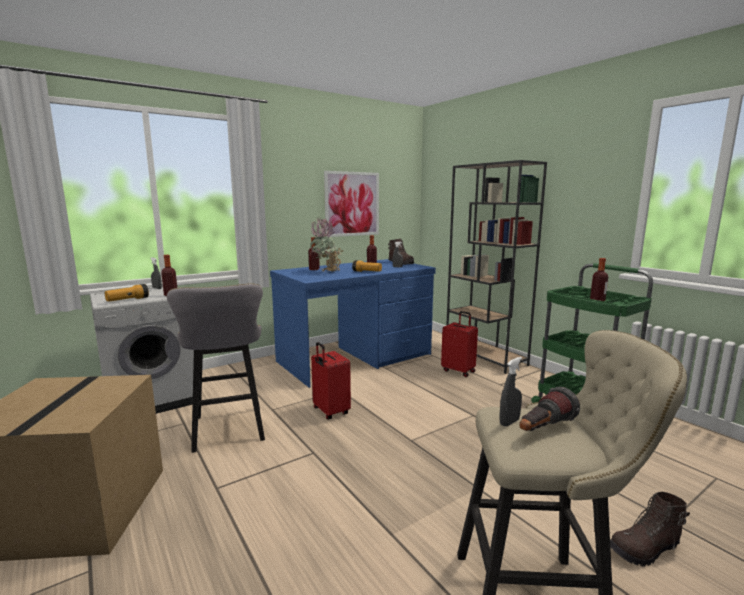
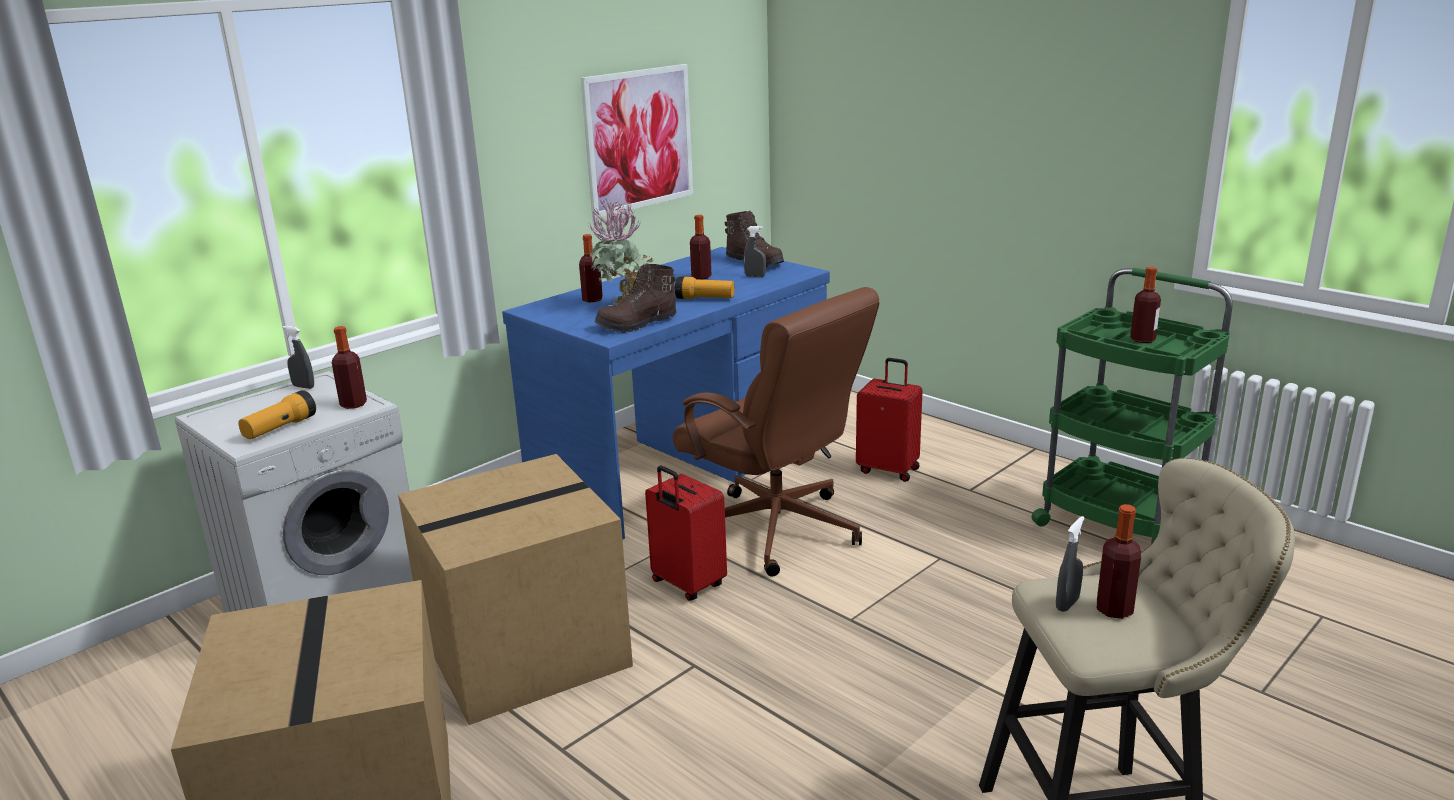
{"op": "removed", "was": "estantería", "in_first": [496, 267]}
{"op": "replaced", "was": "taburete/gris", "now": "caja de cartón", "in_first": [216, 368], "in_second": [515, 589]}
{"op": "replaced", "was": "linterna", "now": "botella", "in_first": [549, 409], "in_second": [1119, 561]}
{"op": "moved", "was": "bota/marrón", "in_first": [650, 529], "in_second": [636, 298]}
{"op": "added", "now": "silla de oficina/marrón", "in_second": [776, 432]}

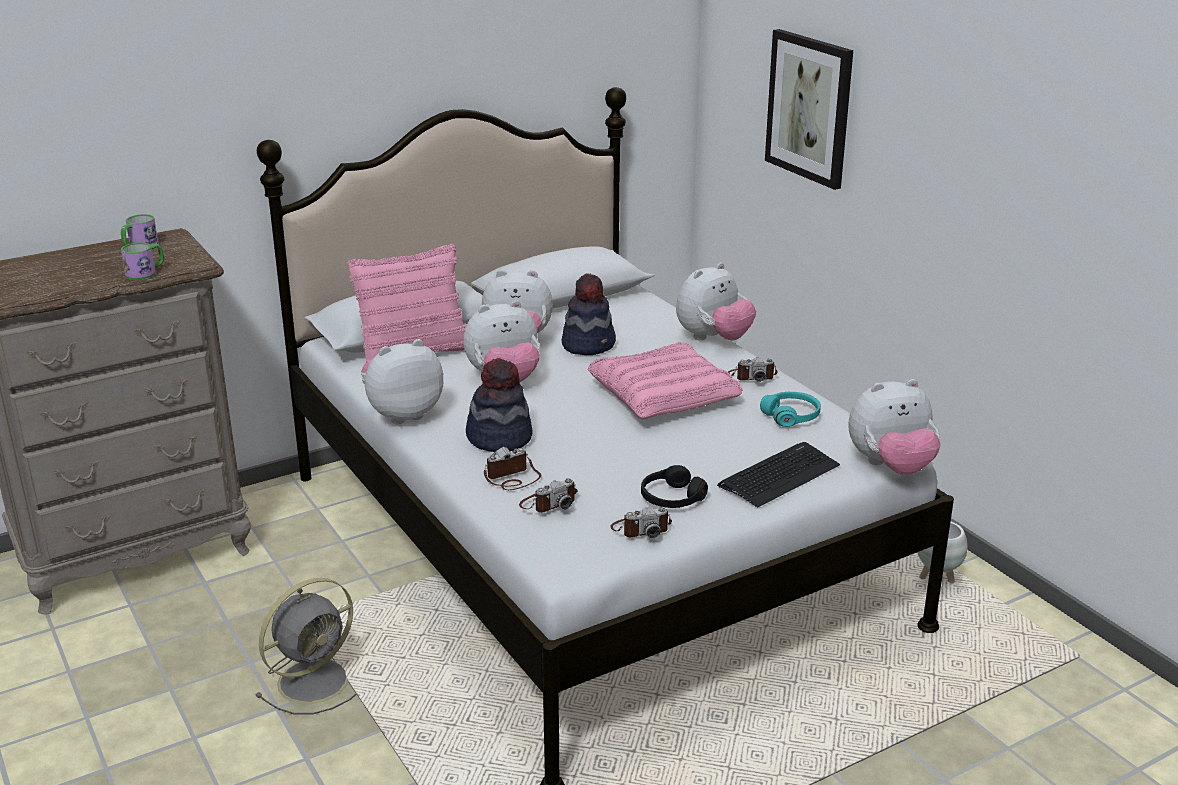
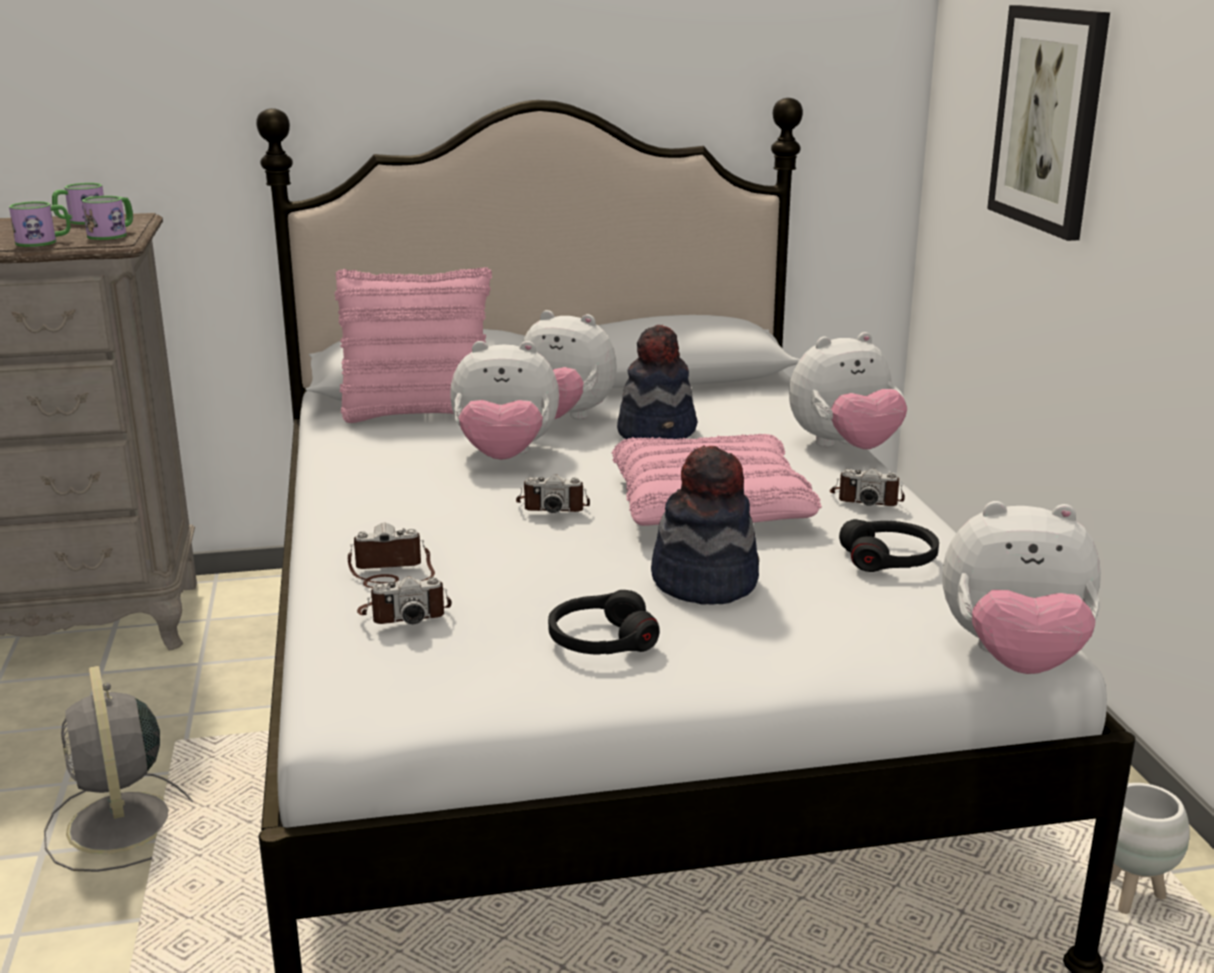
{"op": "removed", "was": "peluche", "in_first": [402, 381]}
{"op": "moved", "was": "sombrero", "in_first": [499, 405], "in_second": [705, 525]}
{"op": "recoloured", "was": "auriculares/turquesa", "now": "auriculares/negro", "in_first": [790, 409], "in_second": [889, 545]}
{"op": "removed", "was": "teclado", "in_first": [778, 474]}
{"op": "moved", "was": "cámara", "in_first": [641, 522], "in_second": [553, 494]}
{"op": "turned", "was": "ventilador/gris", "in_first": [306, 646], "in_second": [118, 769], "clockwise": 90}
{"op": "added", "now": "taza grande", "in_second": [107, 218]}

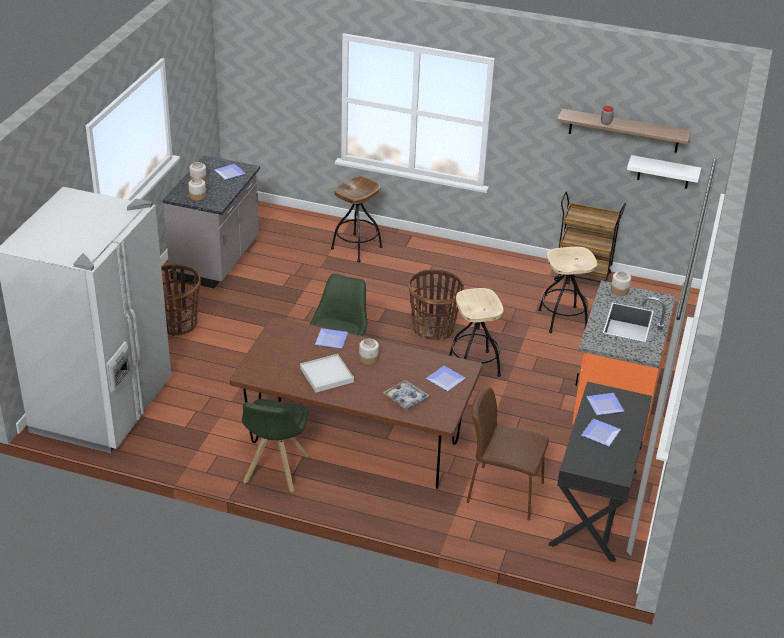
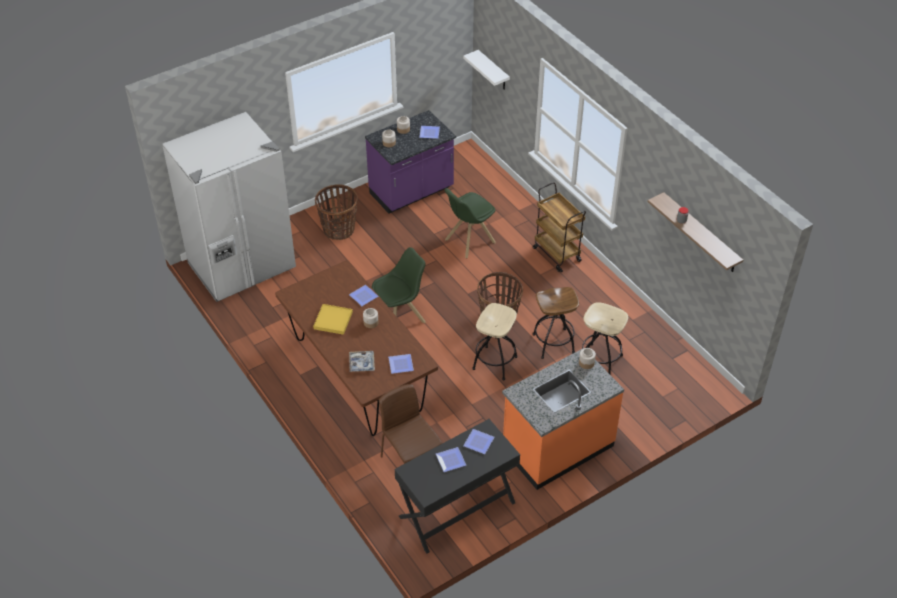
{"op": "recoloured", "was": "mueble bajo de cocina/gris", "now": "mueble bajo de cocina/morado", "in_first": [211, 221], "in_second": [410, 162]}
{"op": "moved", "was": "estante/blanco", "in_first": [664, 172], "in_second": [486, 70]}
{"op": "moved", "was": "taburete/marrón", "in_first": [357, 219], "in_second": [556, 323]}
{"op": "moved", "was": "carrito/marrón", "in_first": [590, 238], "in_second": [559, 227]}
{"op": "recoloured", "was": "bandeja/blanco", "now": "bandeja/amarillo", "in_first": [327, 373], "in_second": [333, 319]}
{"op": "moved", "was": "silla/verde", "in_first": [276, 445], "in_second": [470, 223]}

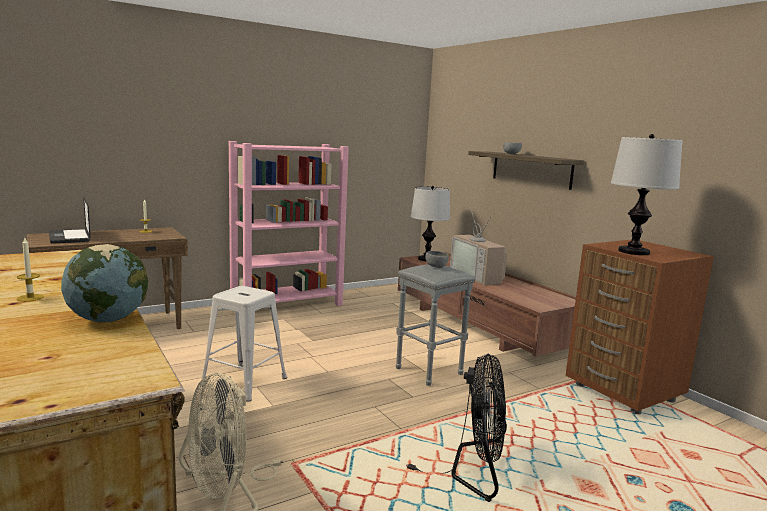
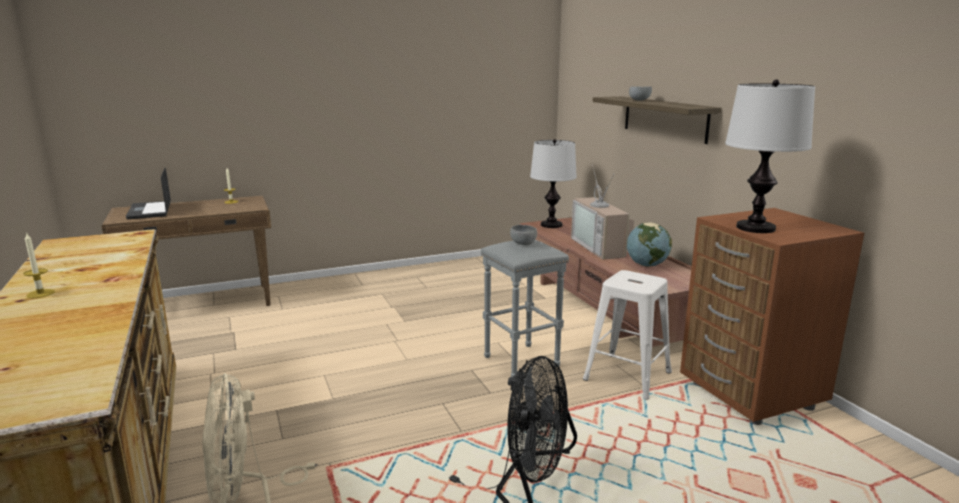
{"op": "removed", "was": "estantería/rosa", "in_first": [289, 223]}
{"op": "moved", "was": "globo terráqueo", "in_first": [104, 283], "in_second": [649, 244]}
{"op": "moved", "was": "taburete/blanco", "in_first": [243, 344], "in_second": [627, 335]}

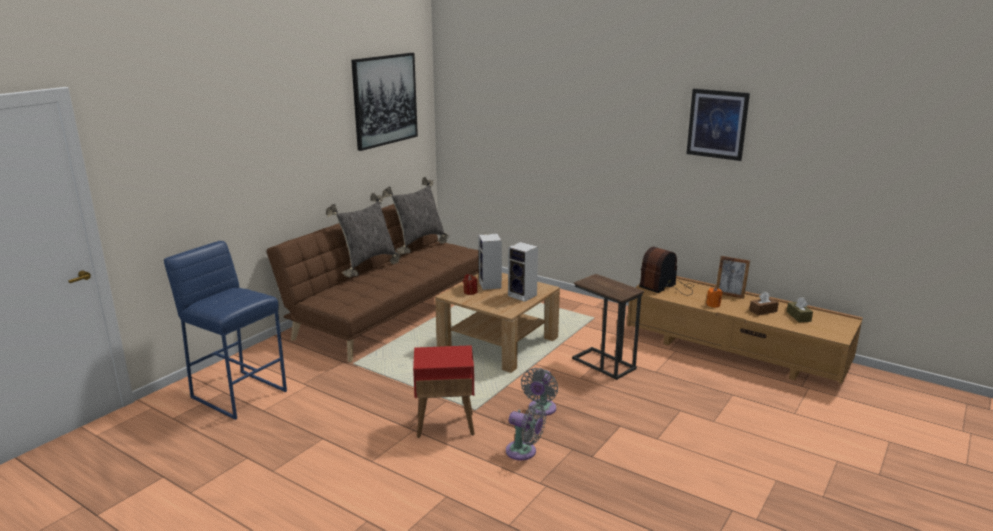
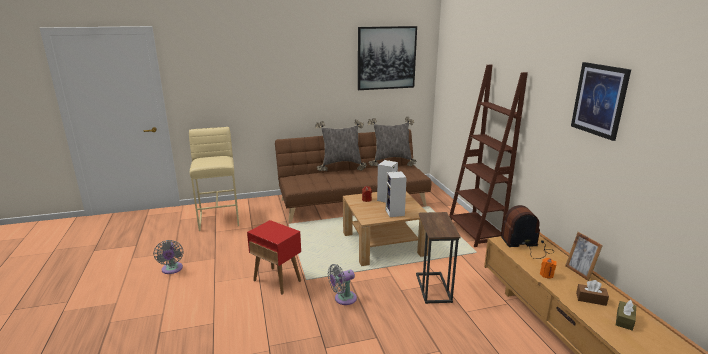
{"op": "recoloured", "was": "taburete/azul", "now": "taburete/beis", "in_first": [225, 330], "in_second": [214, 179]}
{"op": "moved", "was": "ventilador/gris", "in_first": [526, 431], "in_second": [168, 257]}
{"op": "added", "now": "estantería/marrón", "in_second": [488, 156]}

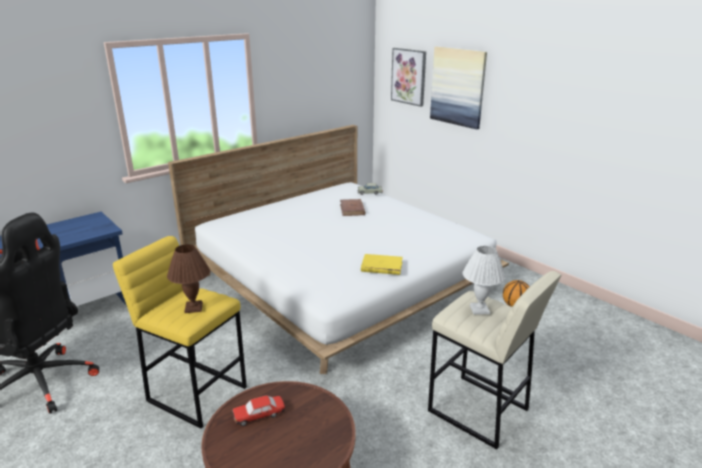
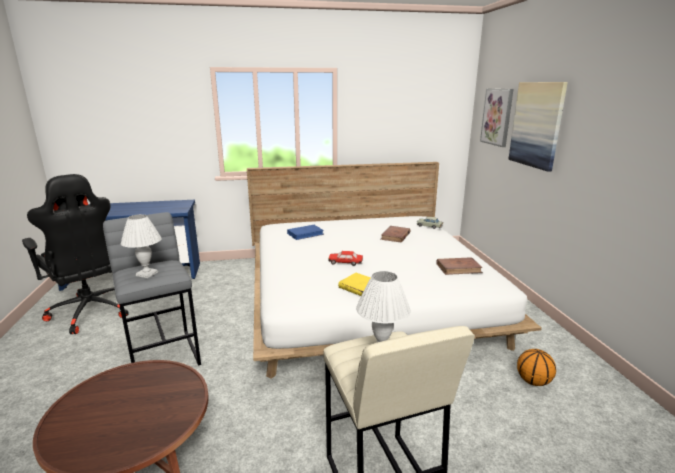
{"op": "recoloured", "was": "taburete/amarillo", "now": "taburete/gris", "in_first": [180, 332], "in_second": [152, 289]}
{"op": "recoloured", "was": "lámpara de mesa/marrón", "now": "lámpara de mesa/blanco", "in_first": [188, 278], "in_second": [141, 246]}
{"op": "moved", "was": "coche de juguete", "in_first": [259, 410], "in_second": [346, 258]}
{"op": "added", "now": "libro/azul", "in_second": [305, 232]}
{"op": "added", "now": "libro/marrón", "in_second": [460, 266]}

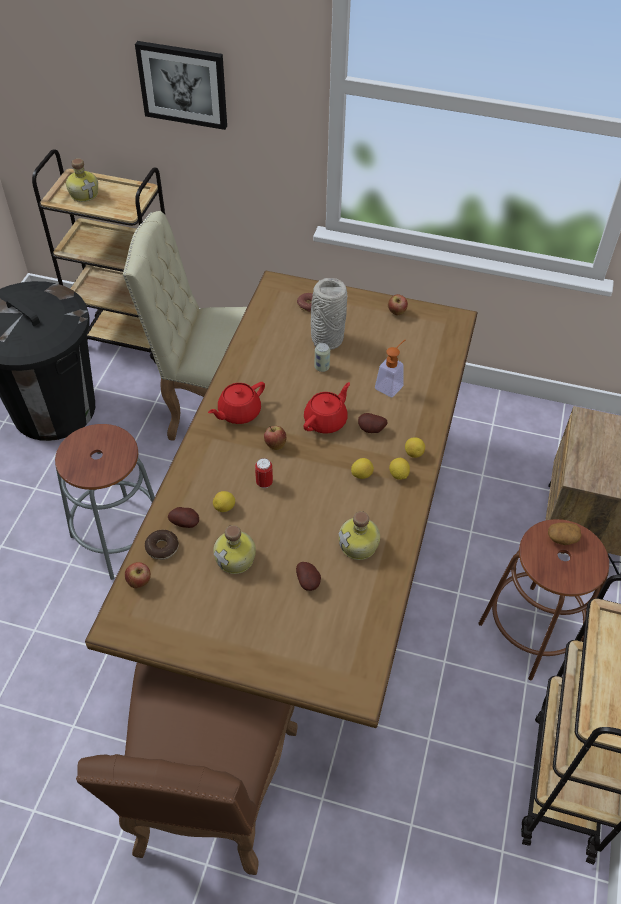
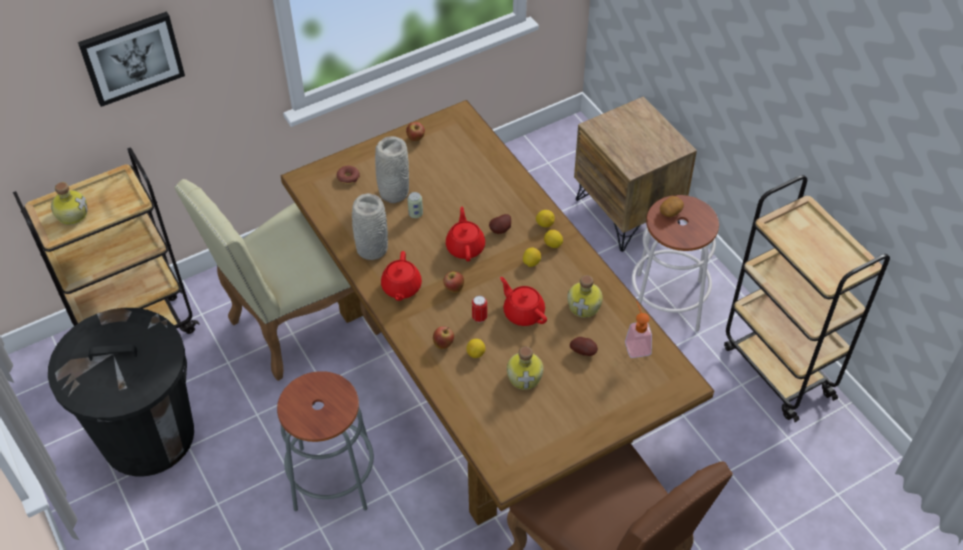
{"op": "moved", "was": "dispensador de jabón", "in_first": [390, 368], "in_second": [638, 329]}
{"op": "removed", "was": "patata", "in_first": [183, 517]}
{"op": "recoloured", "was": "taburete/marrón", "now": "taburete/blanco", "in_first": [543, 599], "in_second": [675, 263]}
{"op": "removed", "was": "rosquilla", "in_first": [162, 545]}
{"op": "moved", "was": "manzana", "in_first": [138, 575], "in_second": [443, 337]}
{"op": "added", "now": "florero/gris", "in_second": [370, 226]}
{"op": "added", "now": "tetera/rojo", "in_second": [523, 301]}

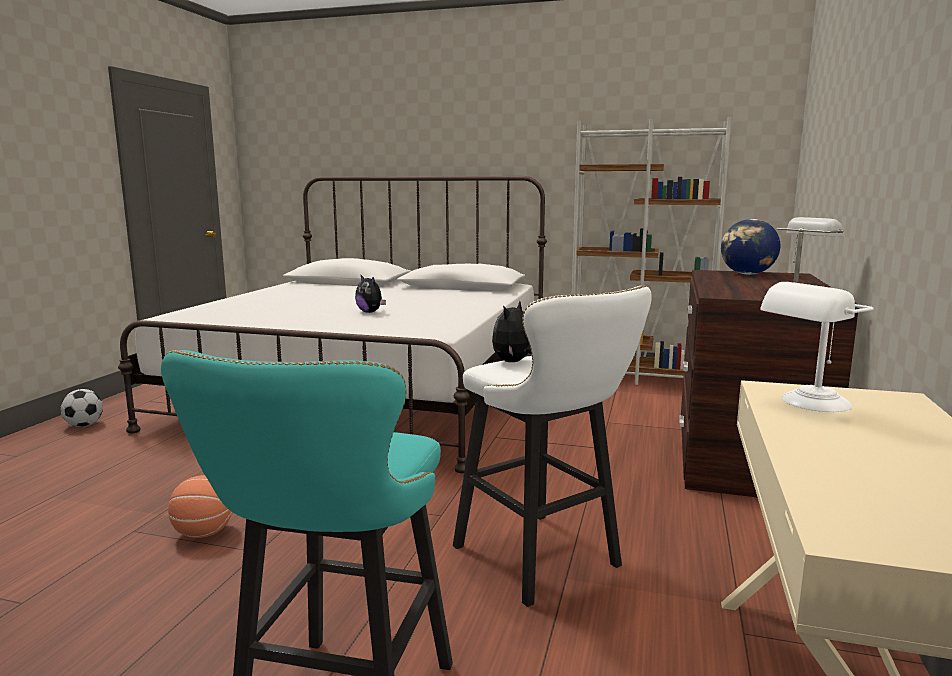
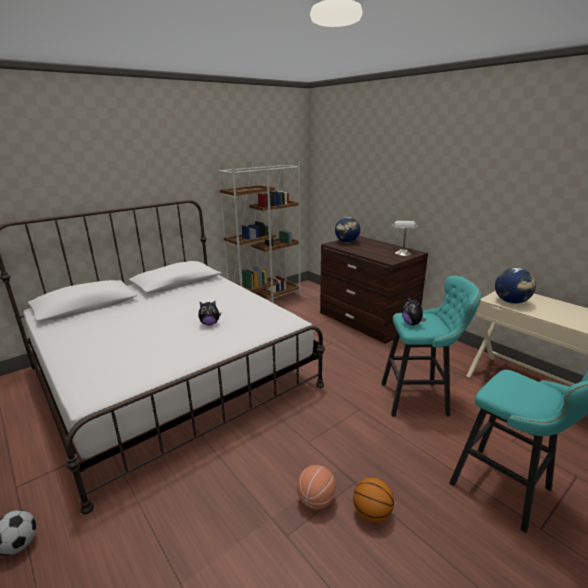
{"op": "replaced", "was": "lámpara de mesa/blanco", "now": "globo terráqueo", "in_first": [817, 347], "in_second": [515, 286]}
{"op": "recoloured", "was": "taburete/blanco", "now": "taburete/turquesa", "in_first": [552, 446], "in_second": [431, 346]}
{"op": "added", "now": "balón de baloncesto", "in_second": [373, 499]}

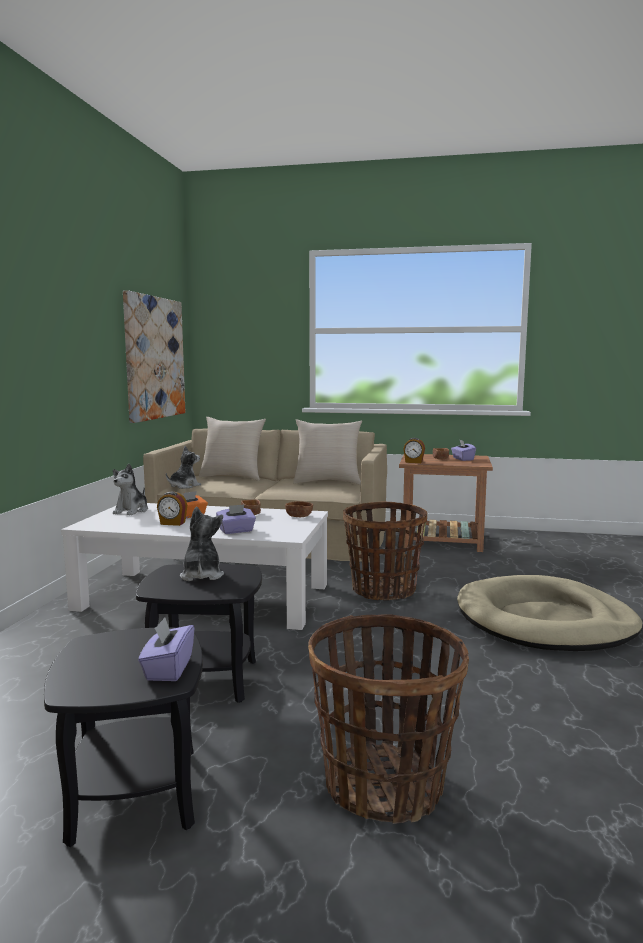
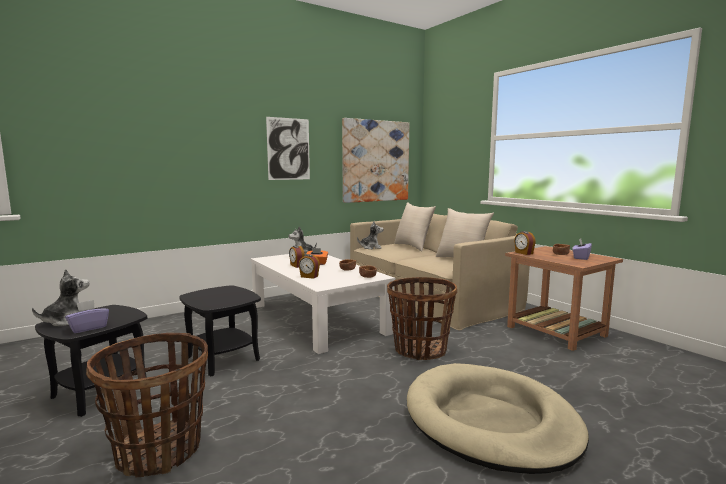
{"op": "replaced", "was": "caja de pañuelos/morado", "now": "despertador", "in_first": [236, 519], "in_second": [309, 266]}
{"op": "moved", "was": "peluche", "in_first": [202, 544], "in_second": [61, 297]}
{"op": "added", "now": "cuadro", "in_second": [288, 148]}

